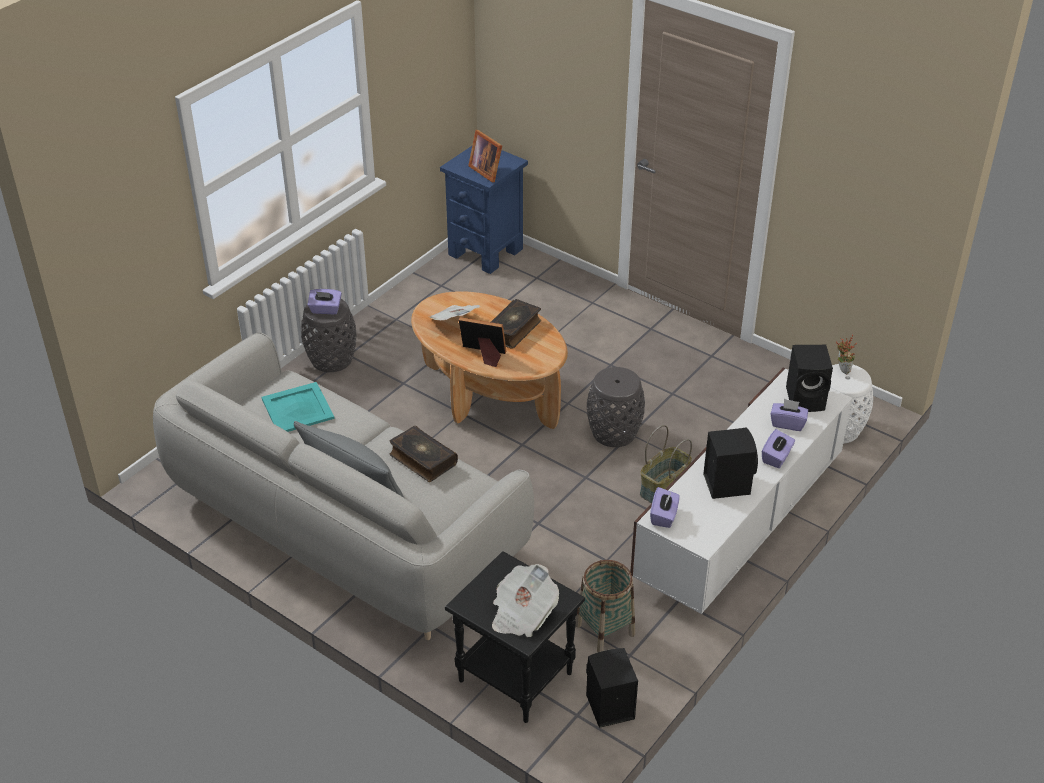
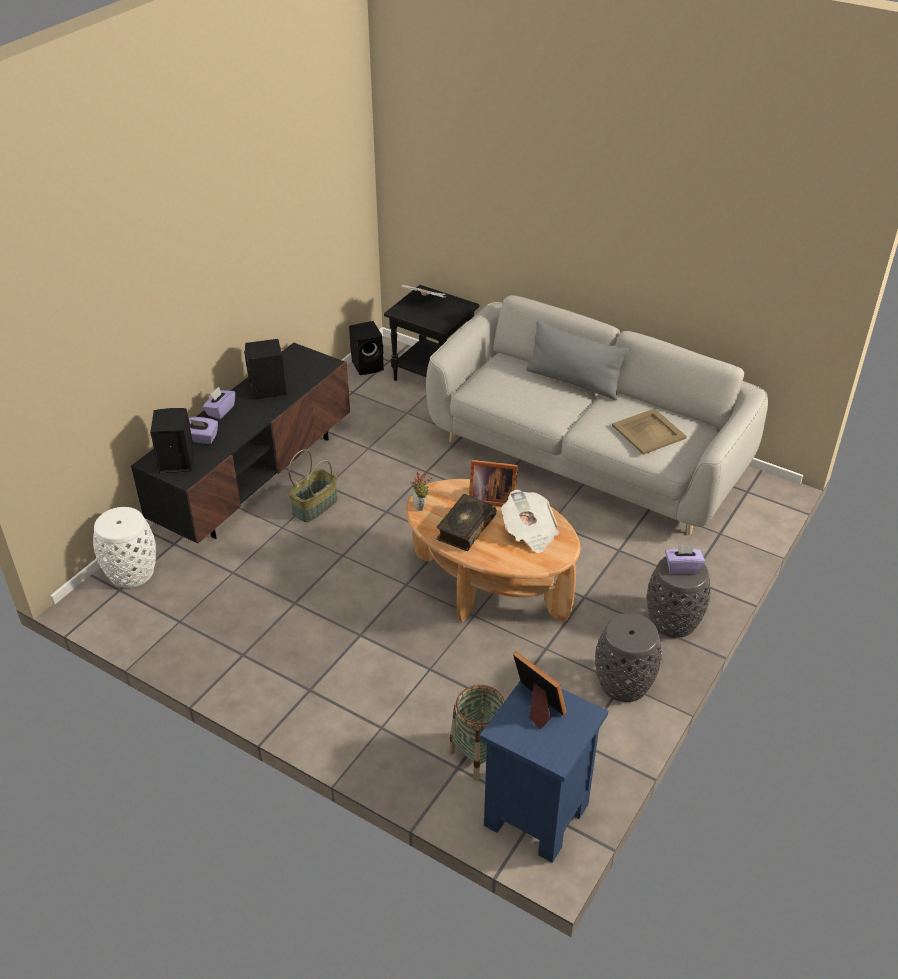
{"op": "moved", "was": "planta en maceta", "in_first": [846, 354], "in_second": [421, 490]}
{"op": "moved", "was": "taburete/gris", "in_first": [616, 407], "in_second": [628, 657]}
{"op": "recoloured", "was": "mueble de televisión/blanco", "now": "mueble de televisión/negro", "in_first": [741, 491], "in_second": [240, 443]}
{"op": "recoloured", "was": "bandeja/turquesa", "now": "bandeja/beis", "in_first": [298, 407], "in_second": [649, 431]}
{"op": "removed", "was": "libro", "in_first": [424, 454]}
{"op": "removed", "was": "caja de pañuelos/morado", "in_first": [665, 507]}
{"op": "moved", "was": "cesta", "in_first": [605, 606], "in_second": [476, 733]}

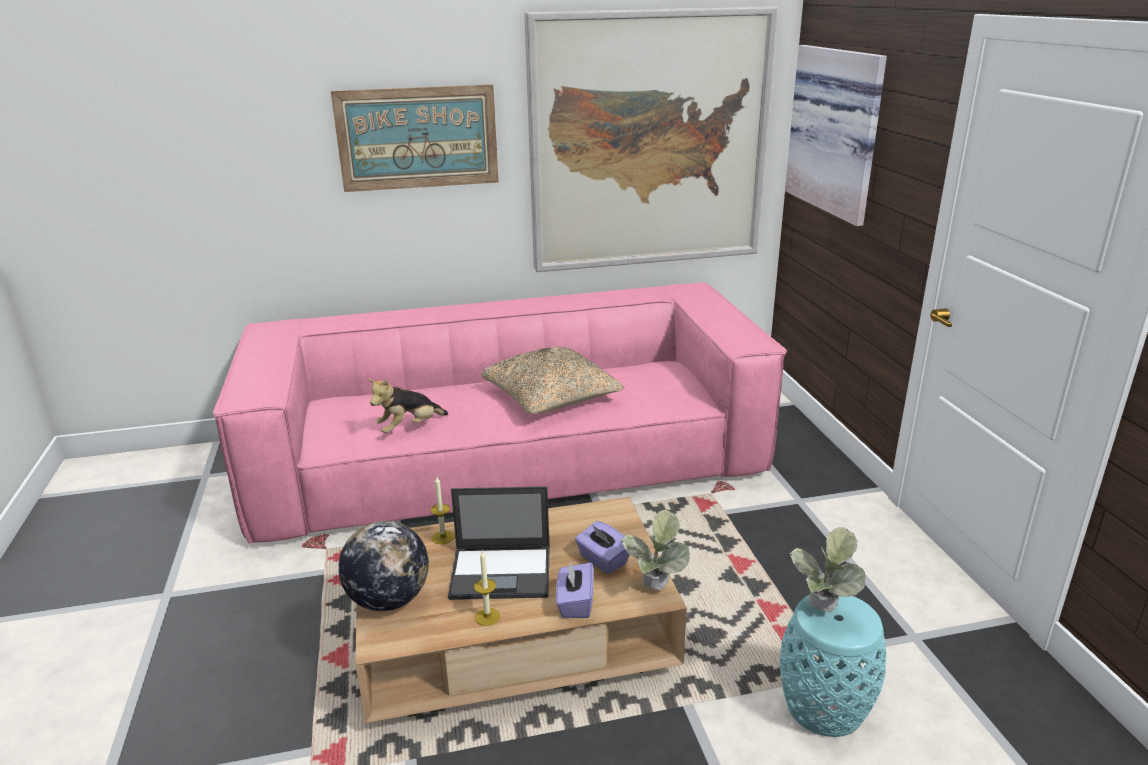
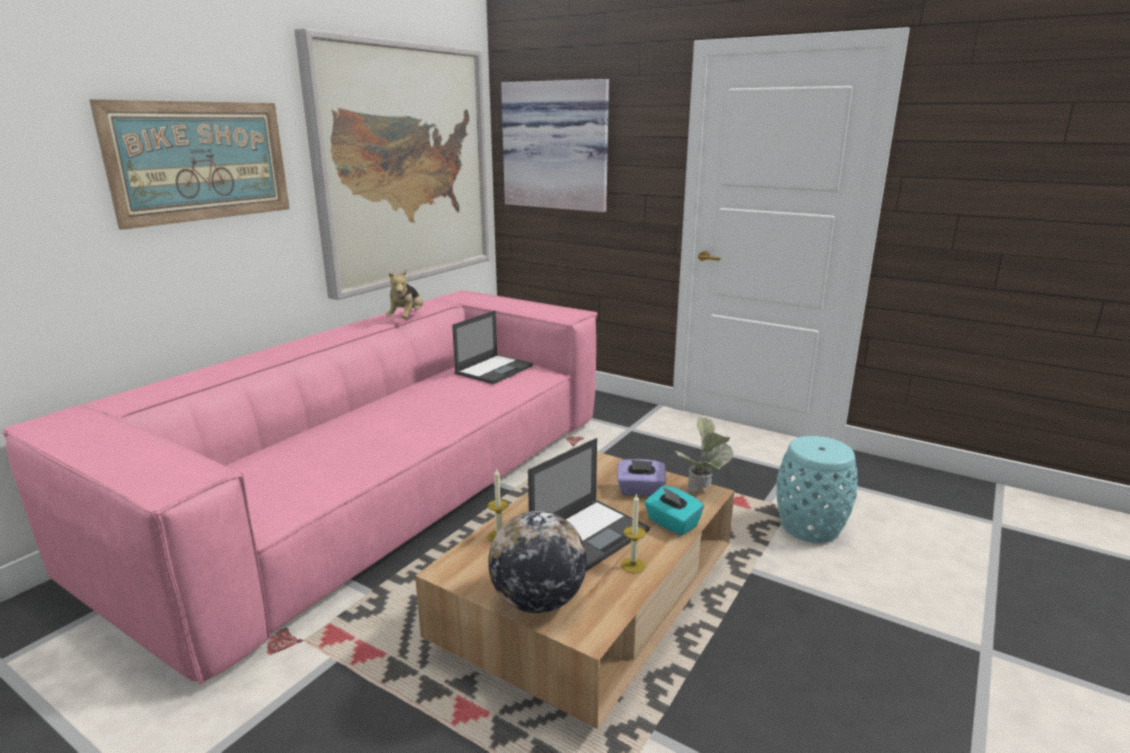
{"op": "removed", "was": "cojín/beis", "in_first": [552, 380]}
{"op": "moved", "was": "peluche", "in_first": [408, 406], "in_second": [404, 294]}
{"op": "removed", "was": "planta en maceta", "in_first": [827, 570]}
{"op": "recoloured", "was": "caja de pañuelos/morado", "now": "caja de pañuelos/turquesa", "in_first": [575, 589], "in_second": [674, 511]}
{"op": "added", "now": "portátil", "in_second": [492, 347]}

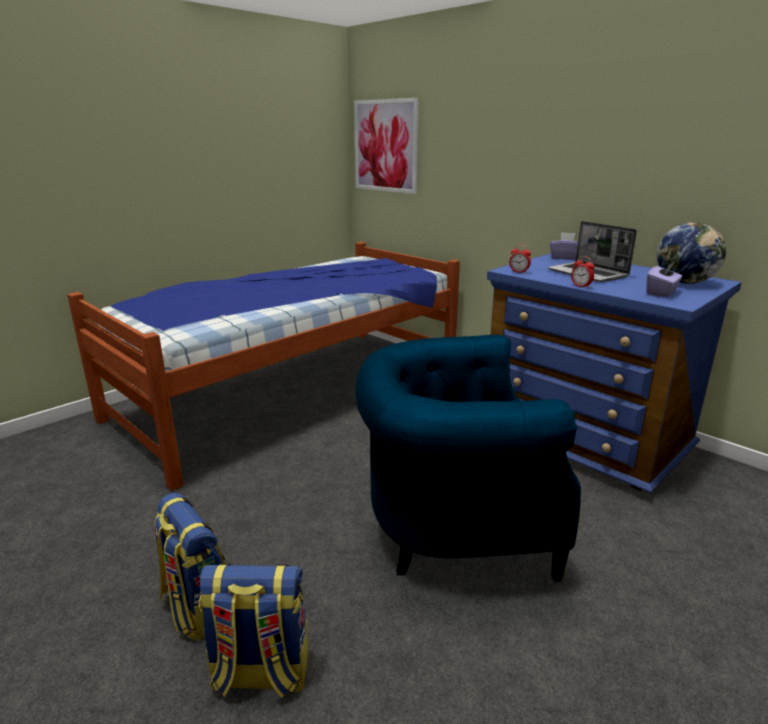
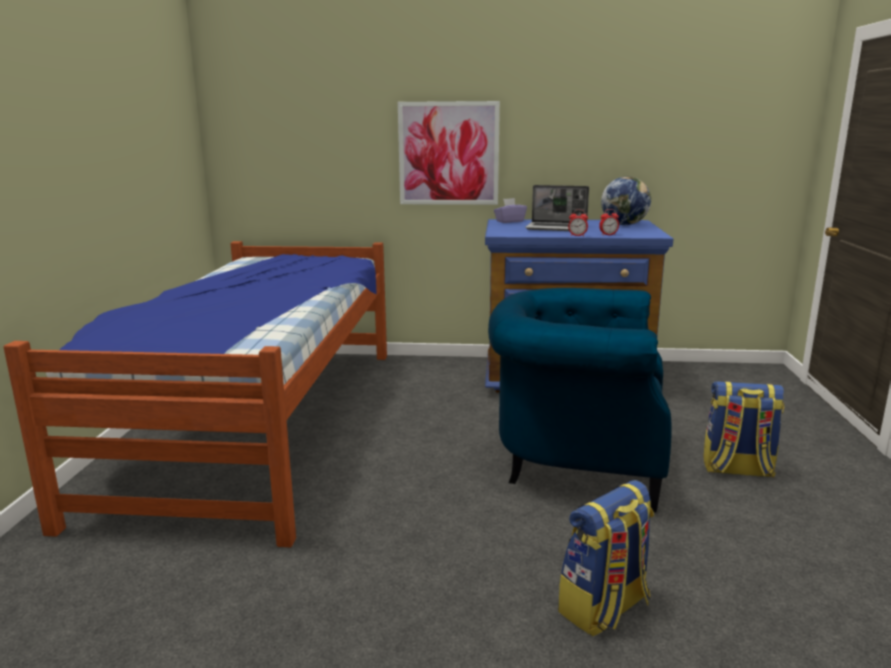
{"op": "moved", "was": "cuadro", "in_first": [386, 146], "in_second": [449, 153]}
{"op": "moved", "was": "despertador", "in_first": [520, 259], "in_second": [609, 222]}
{"op": "removed", "was": "caja de pañuelos/morado", "in_first": [664, 279]}
{"op": "turned", "was": "sillón/azul", "in_first": [468, 458], "in_second": [580, 400], "clockwise": 60}
{"op": "moved", "was": "mochila", "in_first": [190, 567], "in_second": [743, 429]}

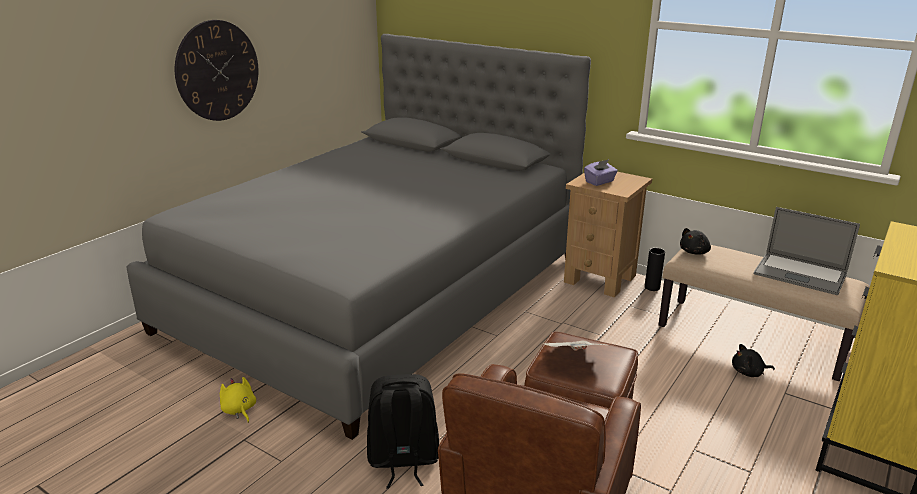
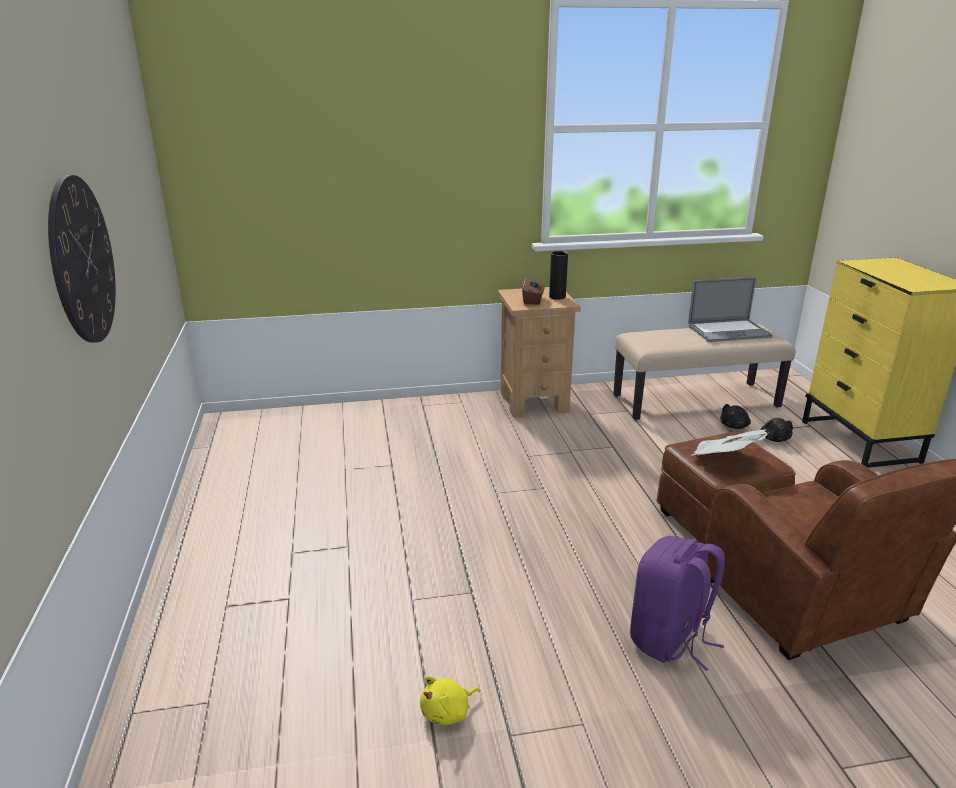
{"op": "removed", "was": "cama/gris", "in_first": [359, 237]}
{"op": "recoloured", "was": "caja de pañuelos/morado", "now": "caja de pañuelos/marrón", "in_first": [601, 172], "in_second": [533, 290]}
{"op": "moved", "was": "peluche/negro", "in_first": [695, 241], "in_second": [777, 430]}
{"op": "moved", "was": "florero/negro", "in_first": [655, 269], "in_second": [558, 275]}
{"op": "recoloured", "was": "mochila/negro", "now": "mochila/morado", "in_first": [403, 431], "in_second": [677, 603]}
{"op": "turned", "was": "peluche/amarillo", "in_first": [238, 400], "in_second": [450, 700], "clockwise": -45}

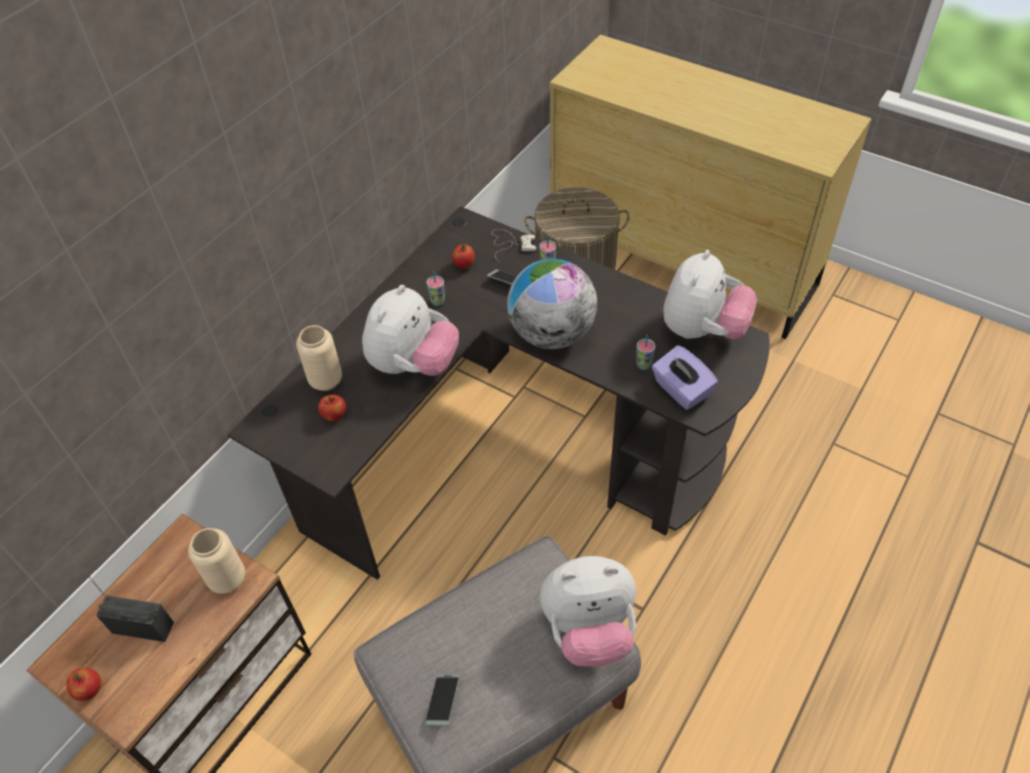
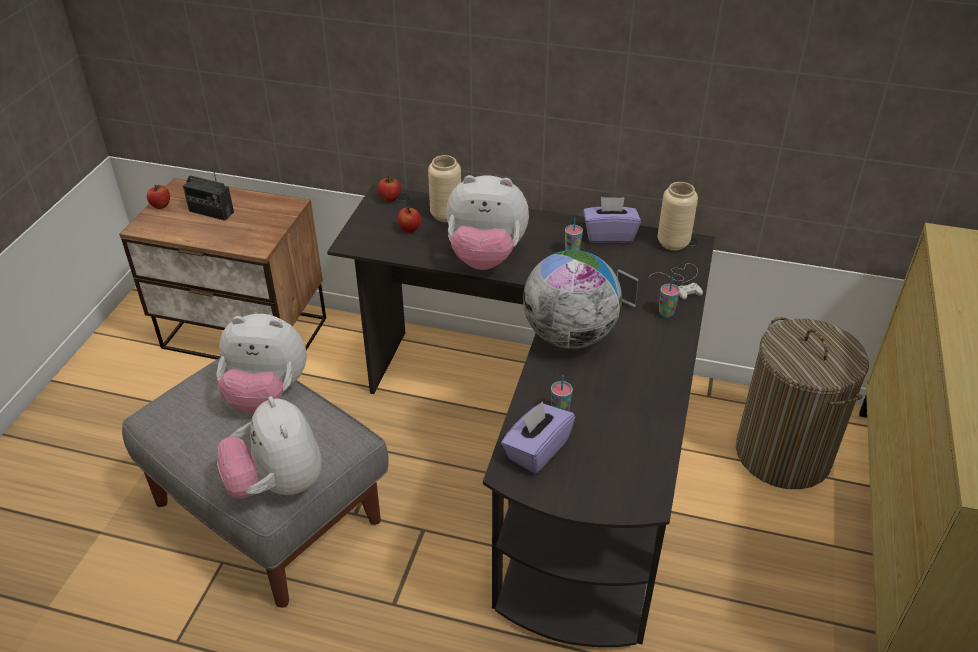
{"op": "moved", "was": "manzana", "in_first": [463, 256], "in_second": [389, 189]}
{"op": "moved", "was": "peluche", "in_first": [710, 294], "in_second": [261, 363]}
{"op": "moved", "was": "florero/beis", "in_first": [216, 561], "in_second": [678, 216]}
{"op": "turned", "was": "radio", "in_first": [131, 609], "in_second": [208, 192], "clockwise": 120}
{"op": "removed", "was": "móvil", "in_first": [442, 700]}
{"op": "added", "now": "caja de pañuelos/morado", "in_second": [612, 220]}

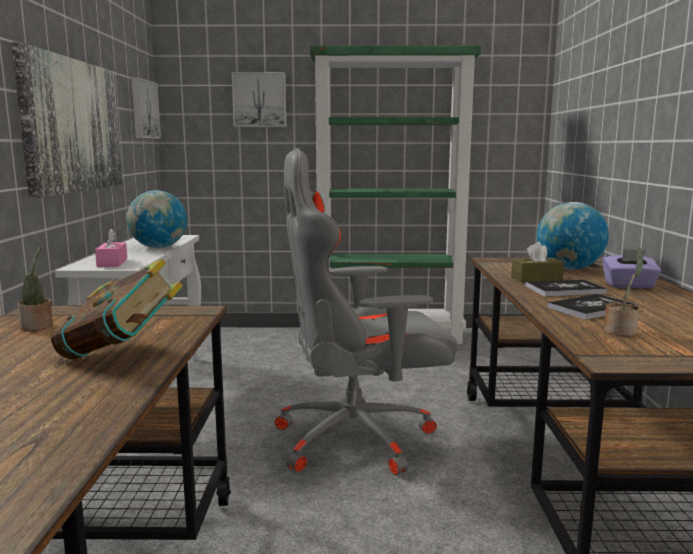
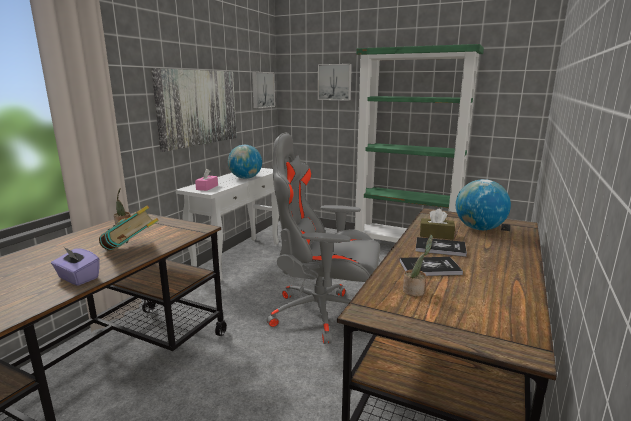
{"op": "moved", "was": "caja de pañuelos/morado", "in_first": [631, 268], "in_second": [75, 266]}

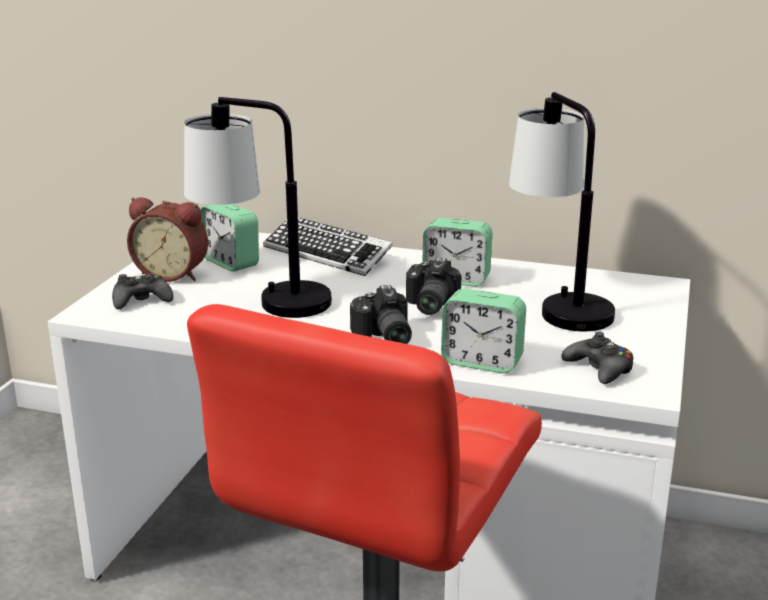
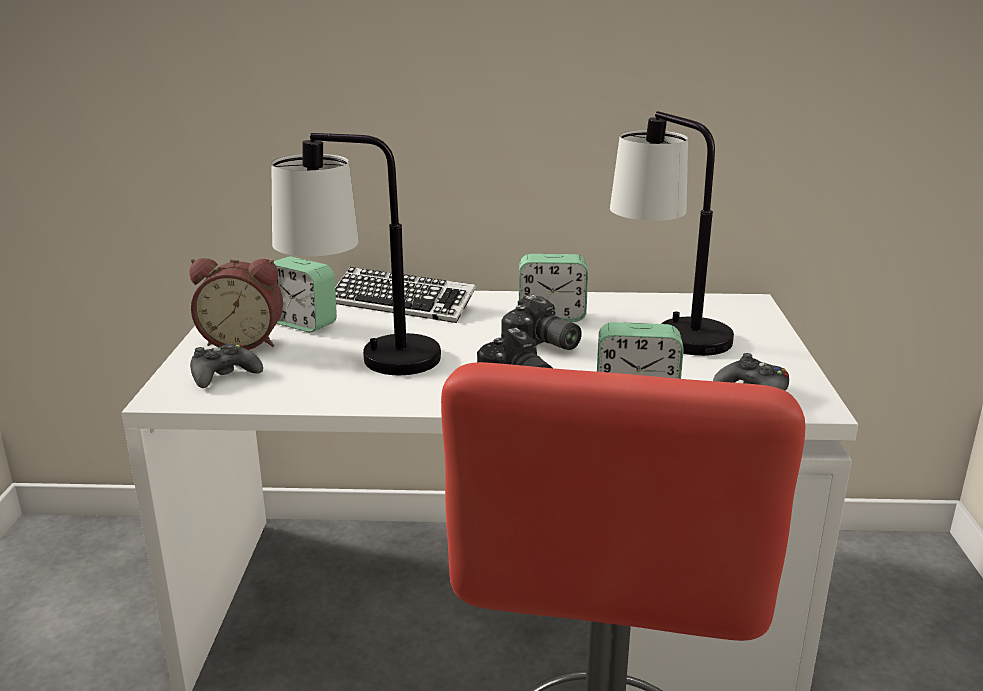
{"op": "turned", "was": "cámara", "in_first": [434, 286], "in_second": [541, 322], "clockwise": -45}

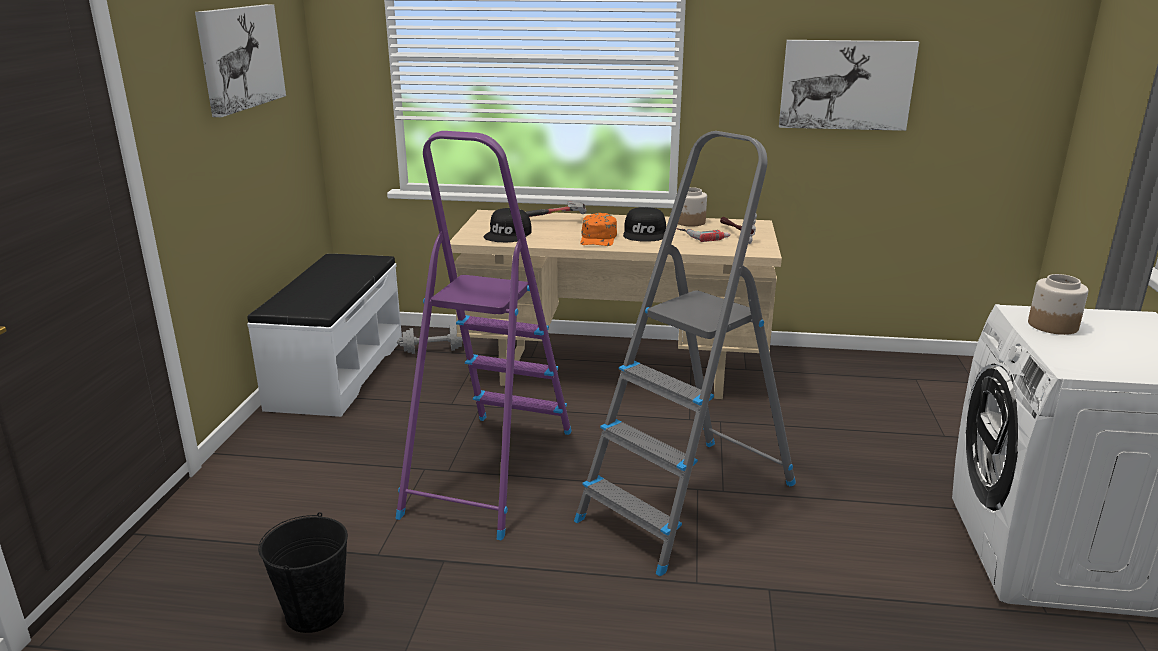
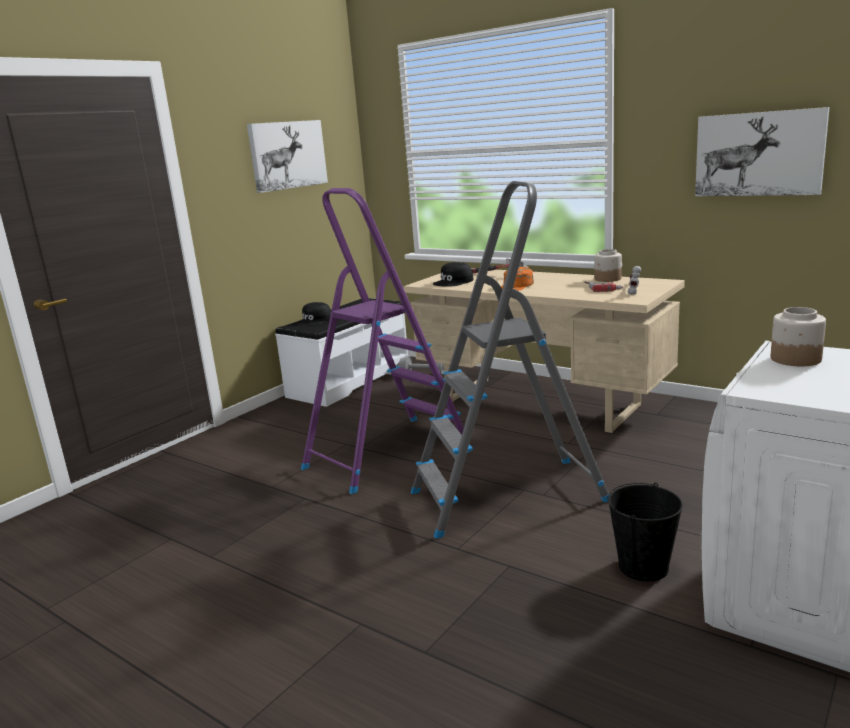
{"op": "moved", "was": "gorra/negro", "in_first": [644, 224], "in_second": [313, 314]}
{"op": "moved", "was": "cubo/negro", "in_first": [303, 572], "in_second": [645, 531]}

